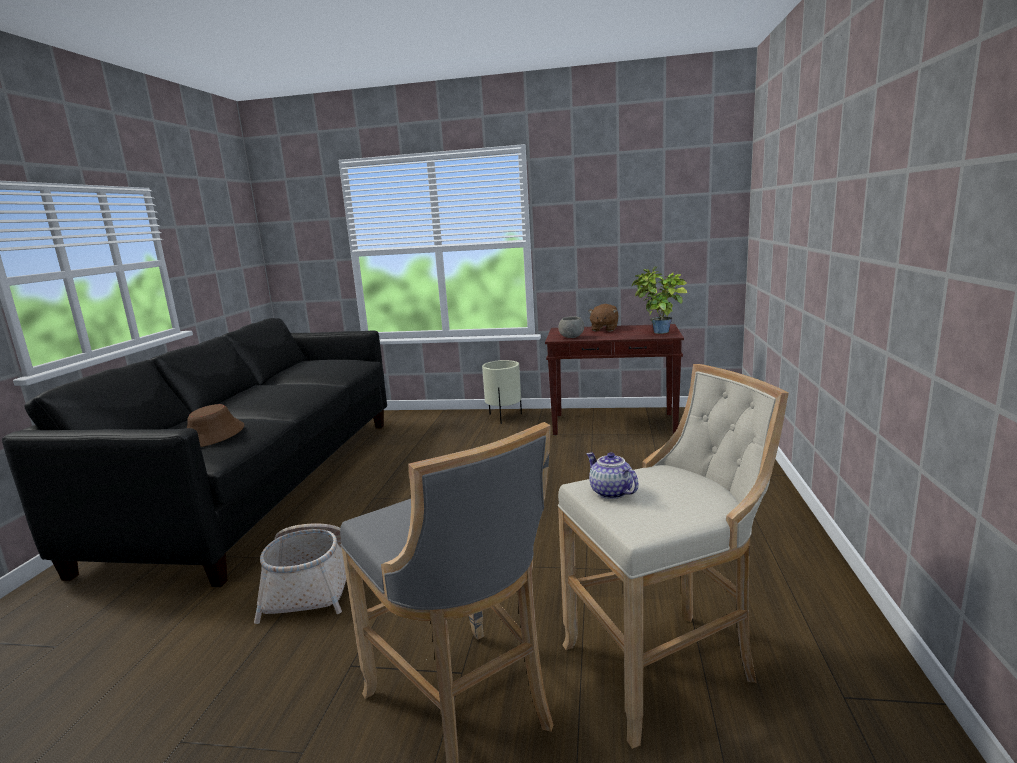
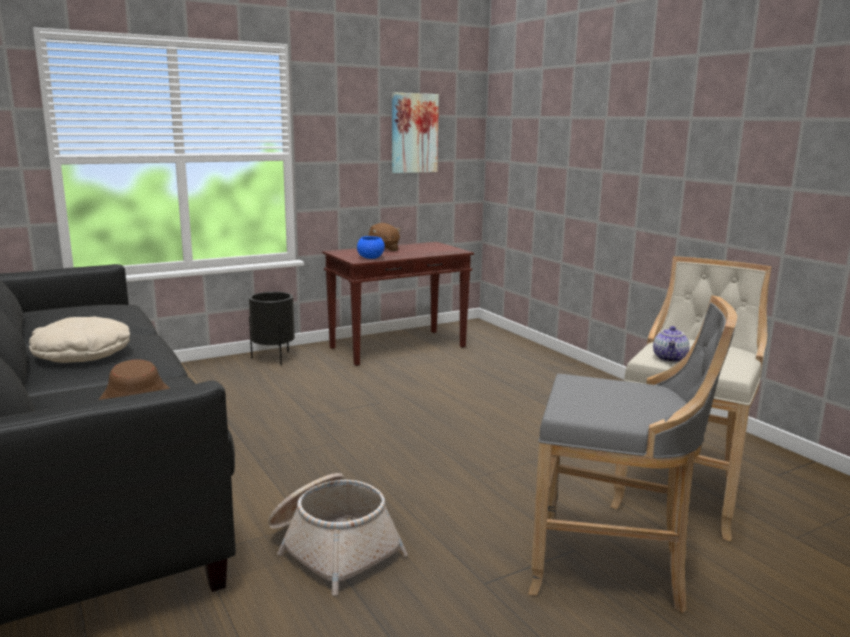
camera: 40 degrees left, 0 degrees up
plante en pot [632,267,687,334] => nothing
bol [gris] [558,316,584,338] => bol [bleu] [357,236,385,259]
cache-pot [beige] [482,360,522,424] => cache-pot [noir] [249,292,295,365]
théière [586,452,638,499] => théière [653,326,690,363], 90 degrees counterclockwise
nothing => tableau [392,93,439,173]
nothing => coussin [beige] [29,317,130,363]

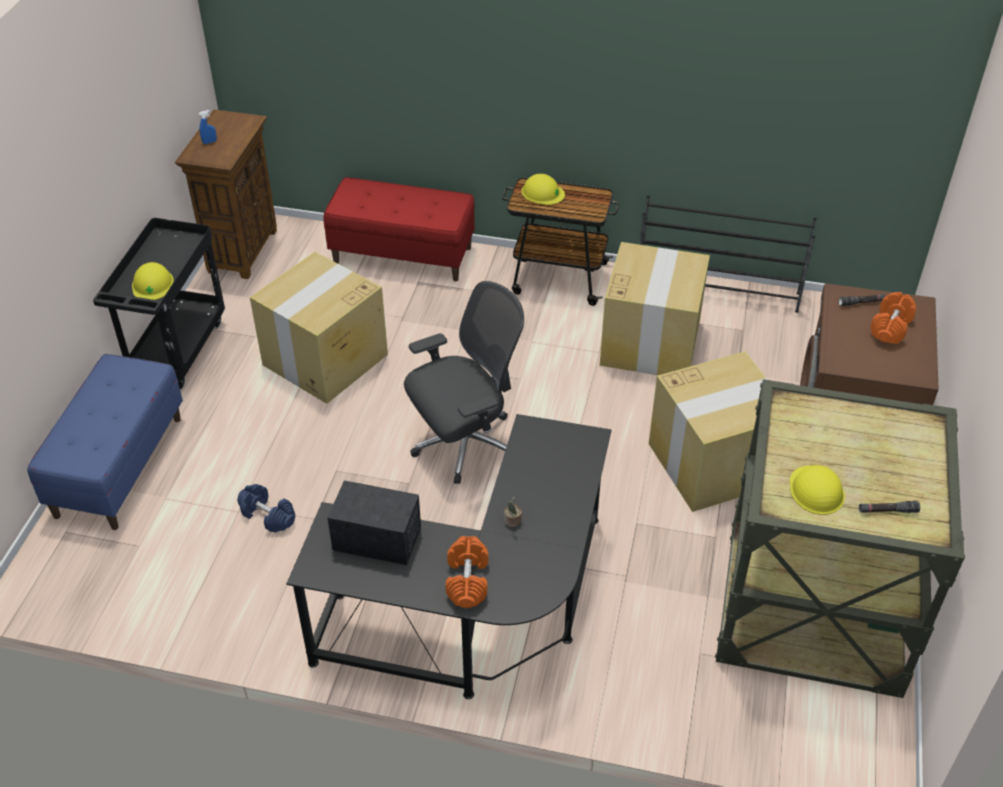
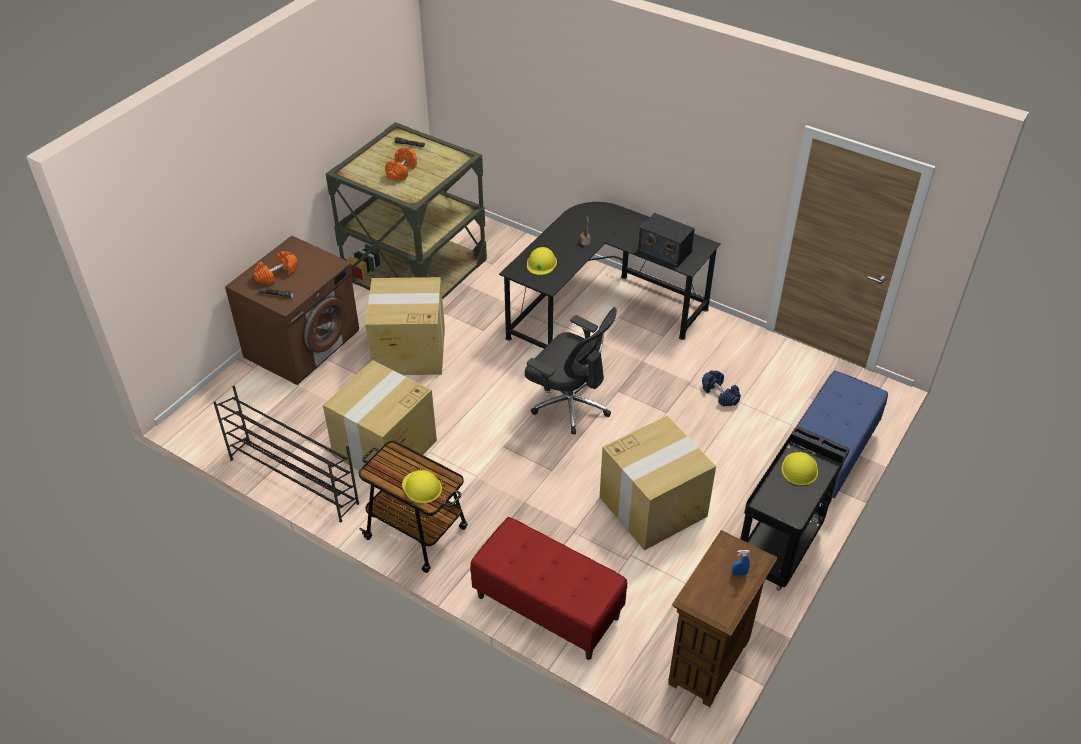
camera: 160 degrees left, 0 degrees up
chaise de bureau [404,281,524,484] => chaise de bureau [525,307,617,434], 135 degrees counterclockwise
casque de chantier [jaune] [790,465,845,515] => casque de chantier [jaune] [527,247,557,275], shifted
haltère [orange] [446,536,488,608] => haltère [orange] [385,147,417,181], shifted

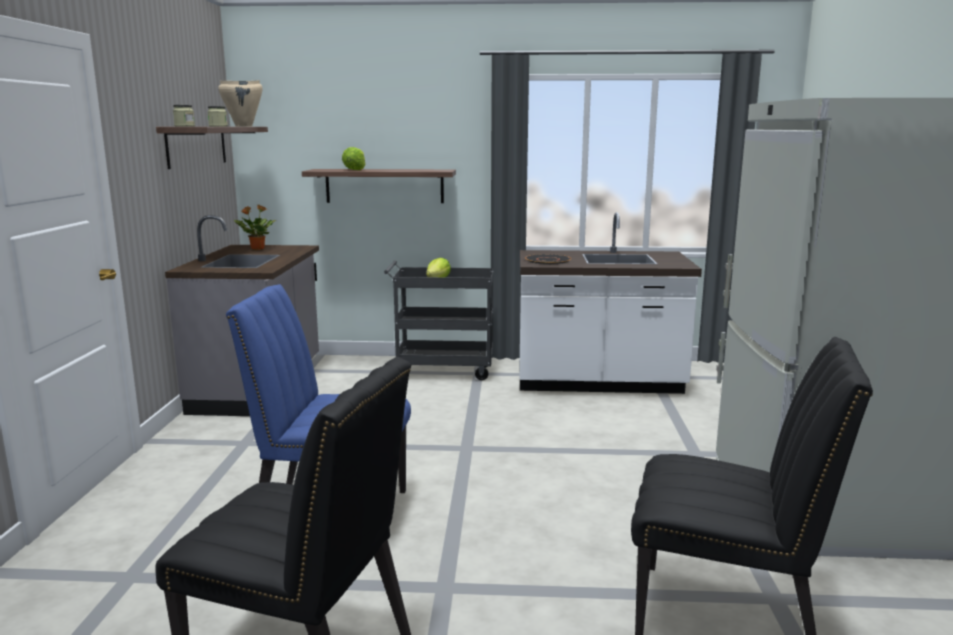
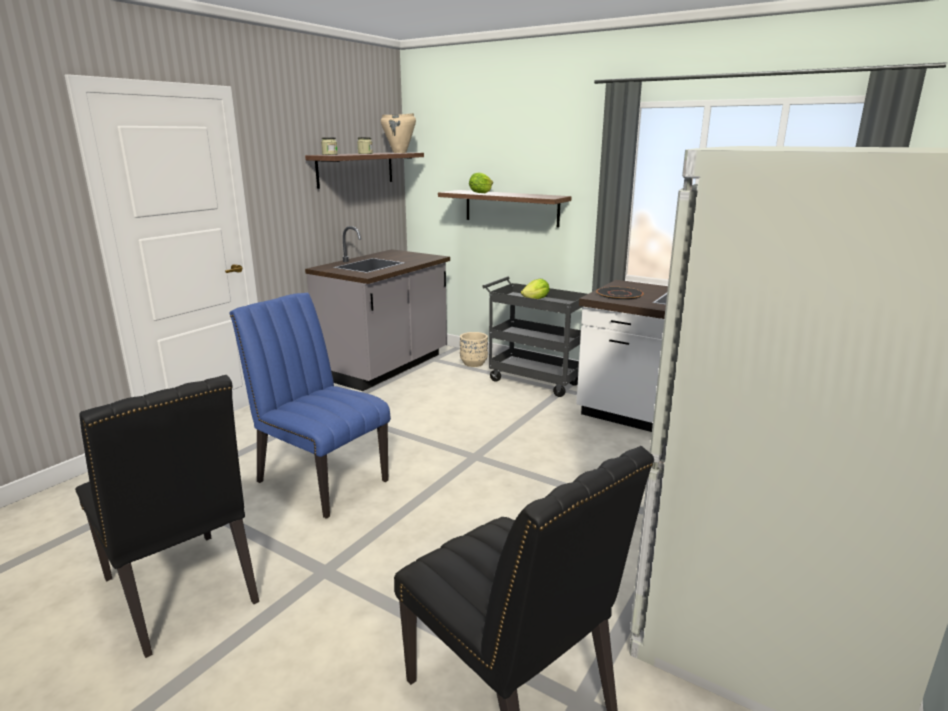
camera: 30 degrees right, 5 degrees up
plante en pot [234,205,276,250] => nothing
nothing => cache-pot [beige] [460,332,488,367]

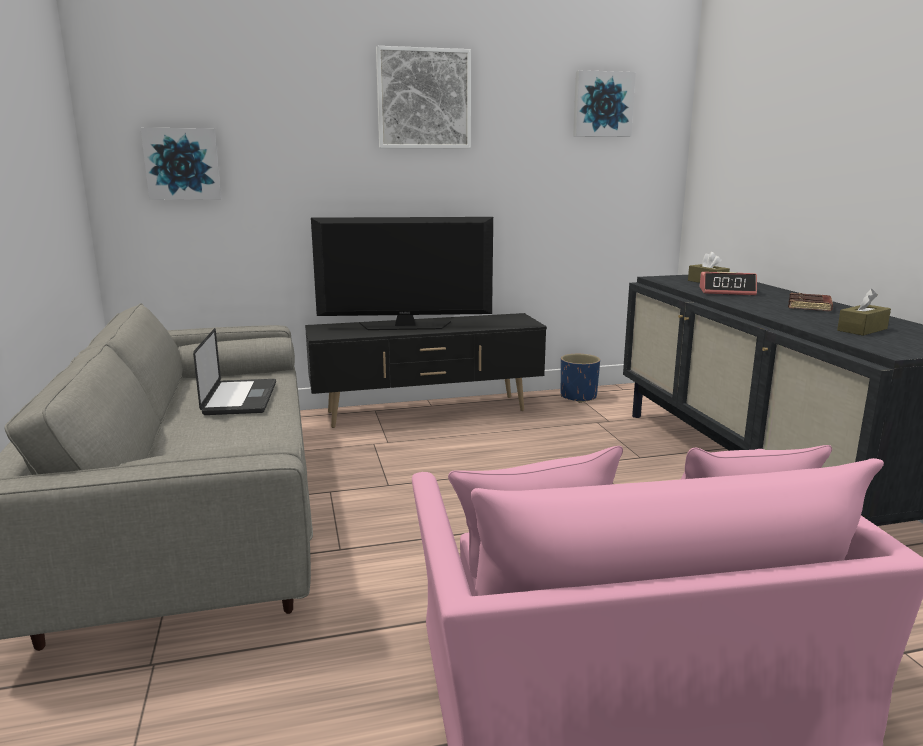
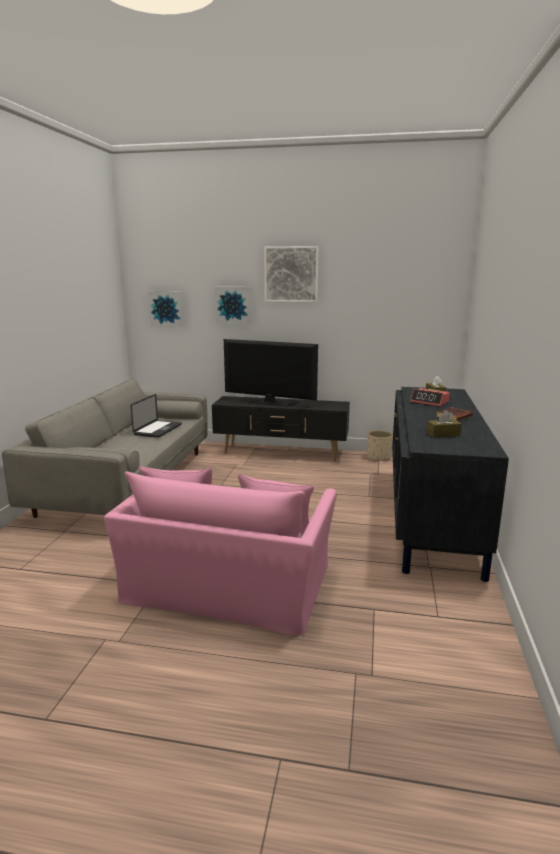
camera: 25 degrees right, 0 degrees up
tableau [573,70,636,137] => tableau [215,287,251,324], shifted
cache-pot [bleu] [561,354,600,403] => cache-pot [beige] [368,430,393,461]

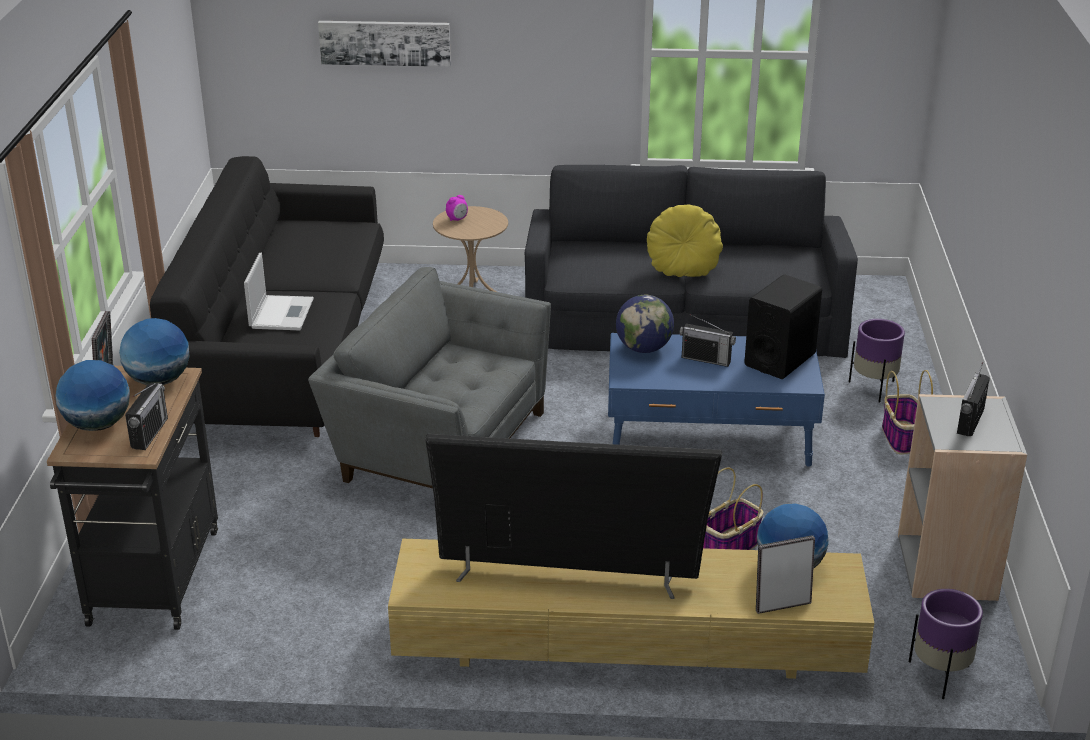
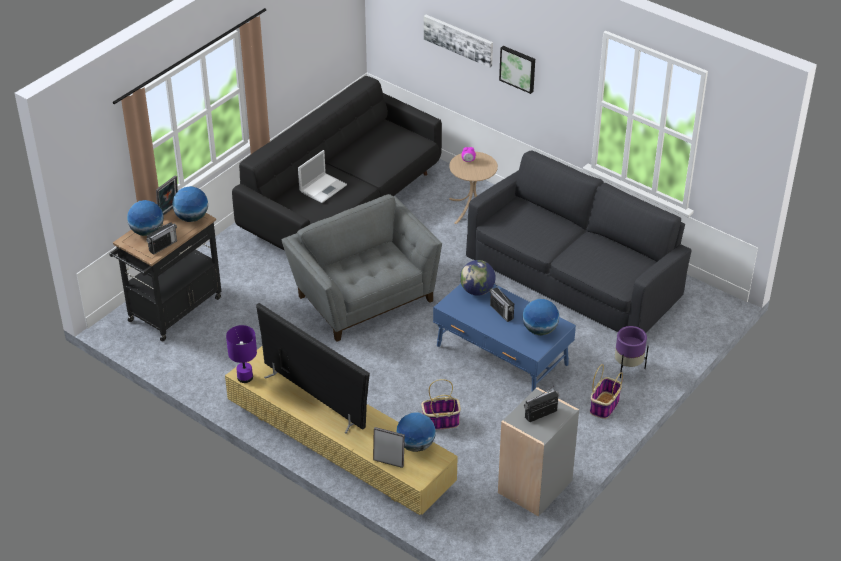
camera: 35 degrees right, 10 degrees up
coussin [jaune] [647,205,723,277] => nothing
enceinte [noir] [744,274,822,379] => globe [523,299,559,336]
cache-pot [violet] [909,589,983,699] => nothing
nothing => tableau [499,46,535,94]
nothing => lampe de table [violet] [226,325,257,383]

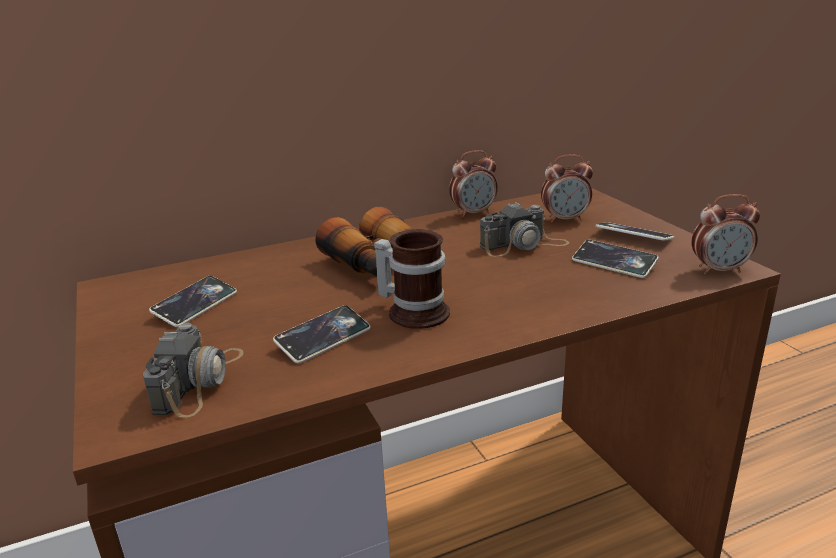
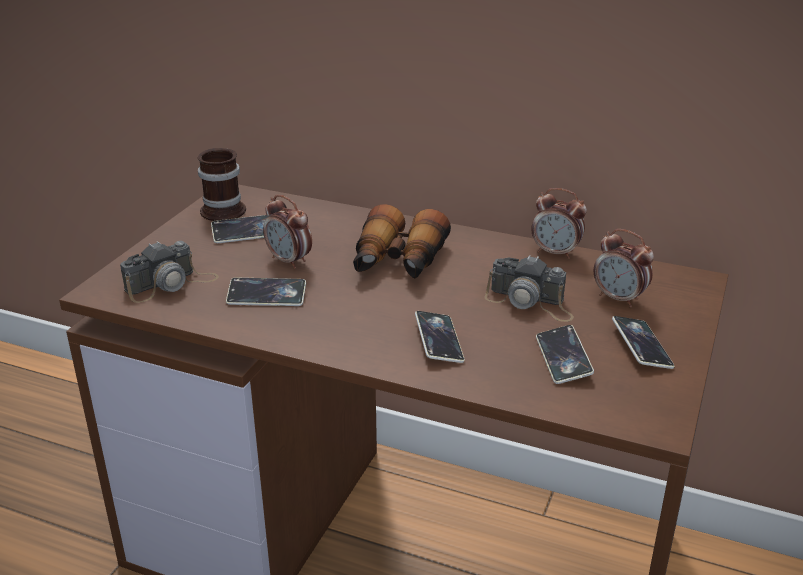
camera: 45 degrees right, 5 degrees up
réveil [692,194,760,275] => réveil [263,195,312,269], shifted
mug [374,229,450,329] => mug [198,148,246,221], shifted
nothing => téléphone [415,311,465,363]

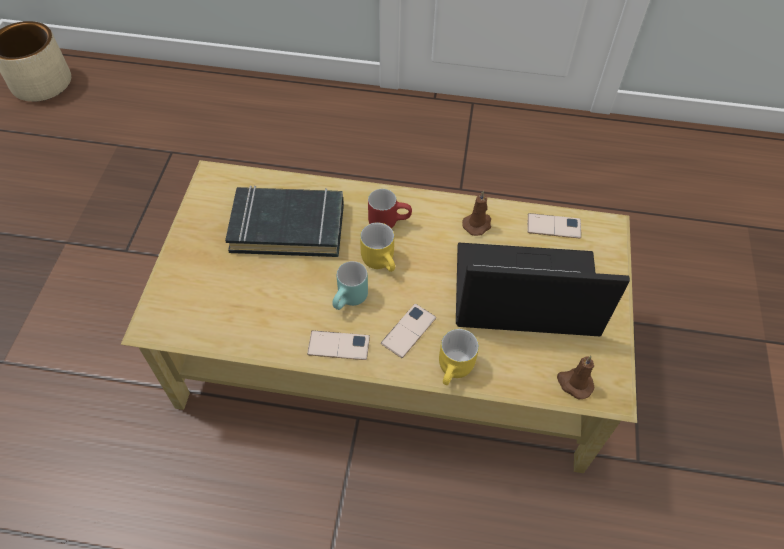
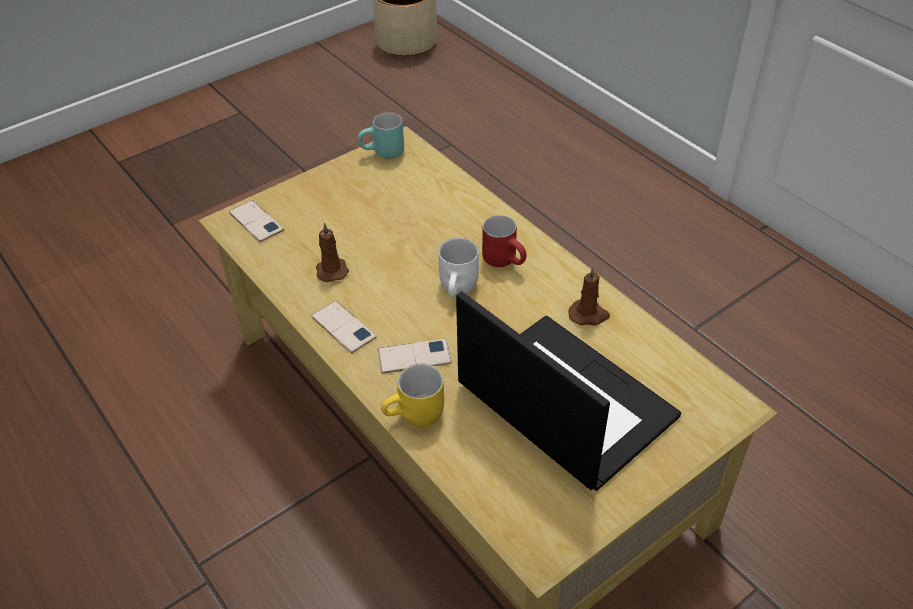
camera: 45 degrees right, 10 degrees down
livre [noir] [225,186,344,257] => nothing
téléphone [527,213,581,238] => téléphone [229,200,284,242], shifted
mug [jaune] [360,222,395,272] => mug [blanc] [438,238,479,297]
mug [turquoise] [332,261,368,310] => mug [turquoise] [358,112,404,159], shifted
bougie [marron] [557,356,594,399] => bougie [marron] [316,222,349,282], shifted

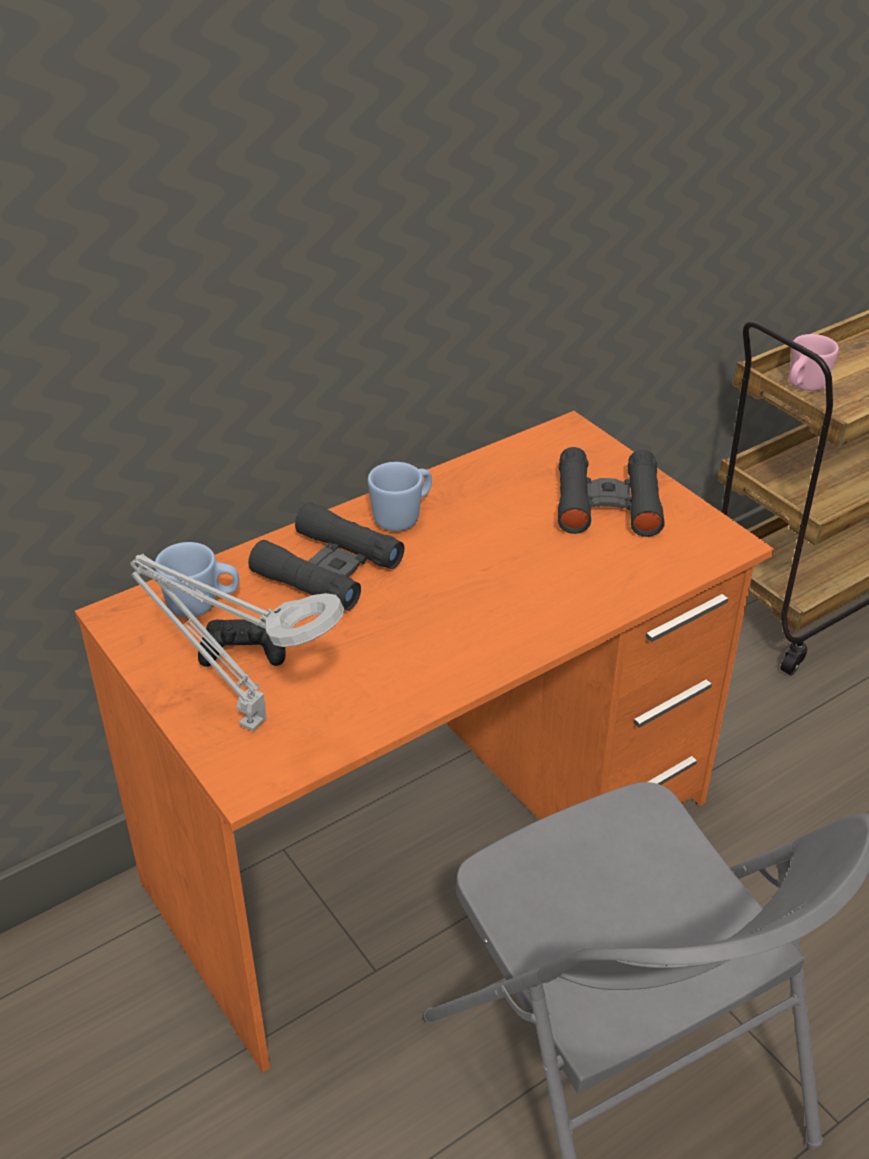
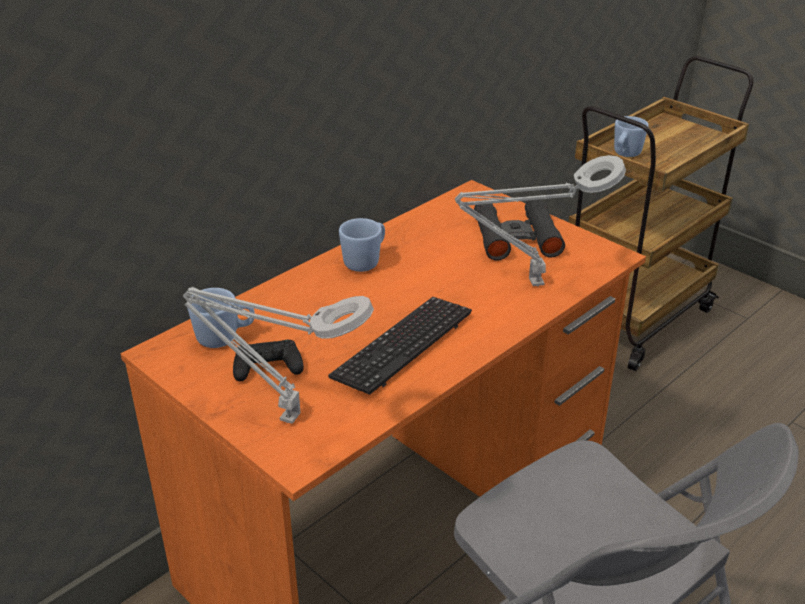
camera: 10 degrees left, 5 degrees down
mug [rose] [789,334,839,391] => mug [bleu] [614,116,649,157]
jumelles [noir] [248,502,404,611] => nothing
nothing => lampe de table [gris] [455,155,626,287]
nothing => clavier [328,297,472,395]

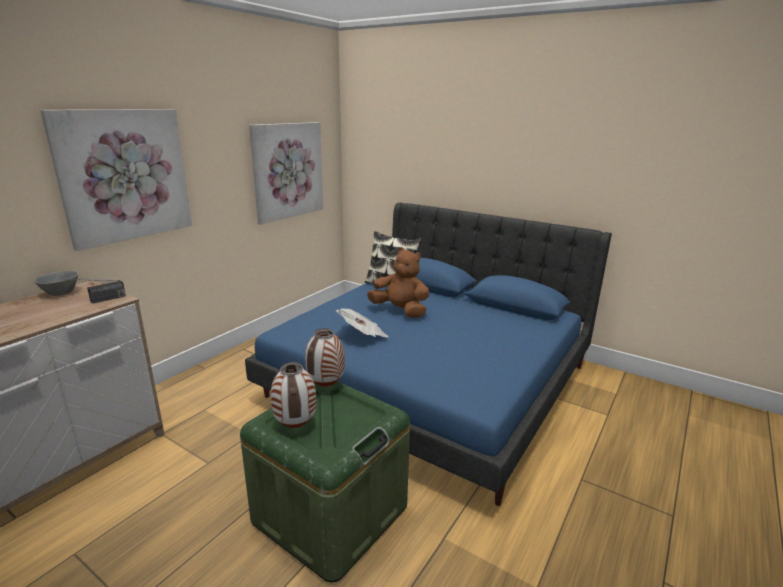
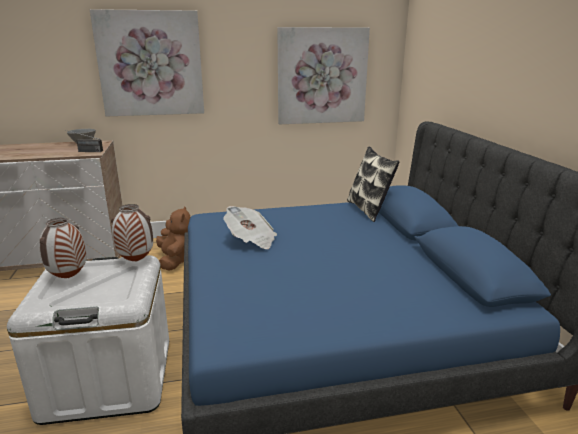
camera: 45 degrees right, 0 degrees up
peluche [marron] [367,247,429,318] => peluche [marron] [156,206,190,271], shifted
boîte de rangement [vert] [240,381,410,582] => boîte de rangement [blanc] [7,255,169,425]

